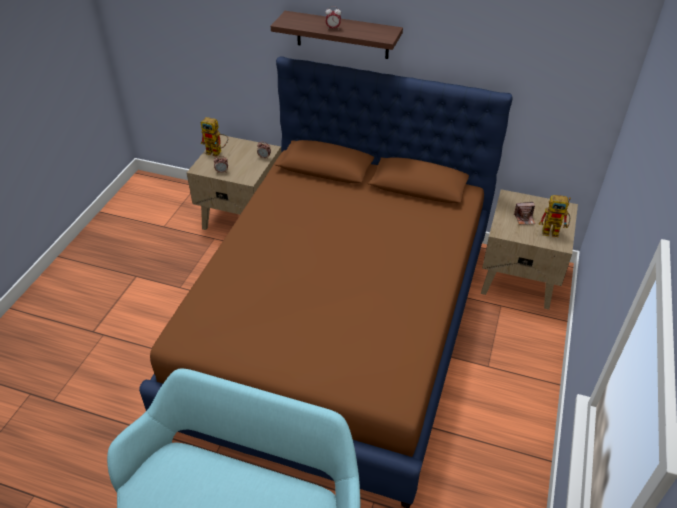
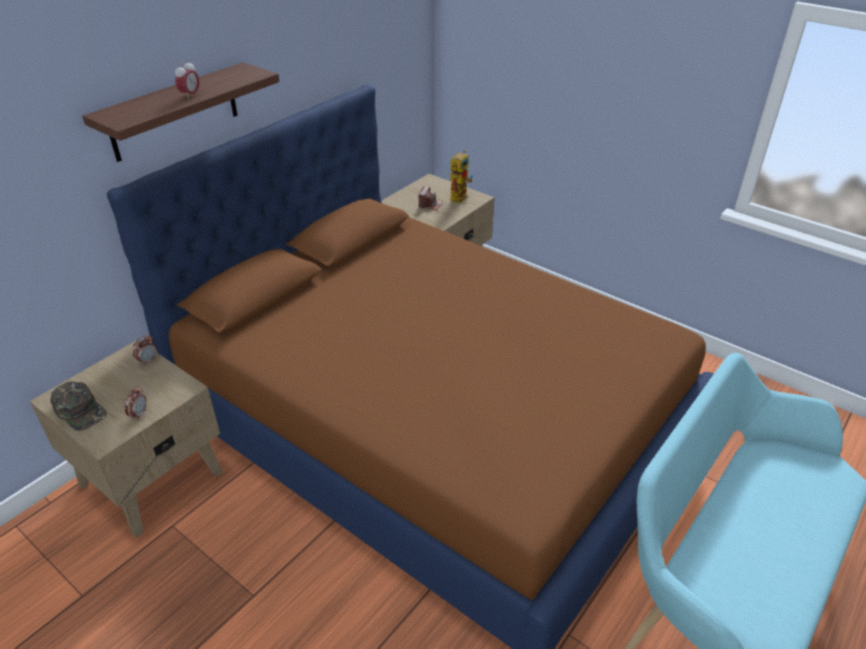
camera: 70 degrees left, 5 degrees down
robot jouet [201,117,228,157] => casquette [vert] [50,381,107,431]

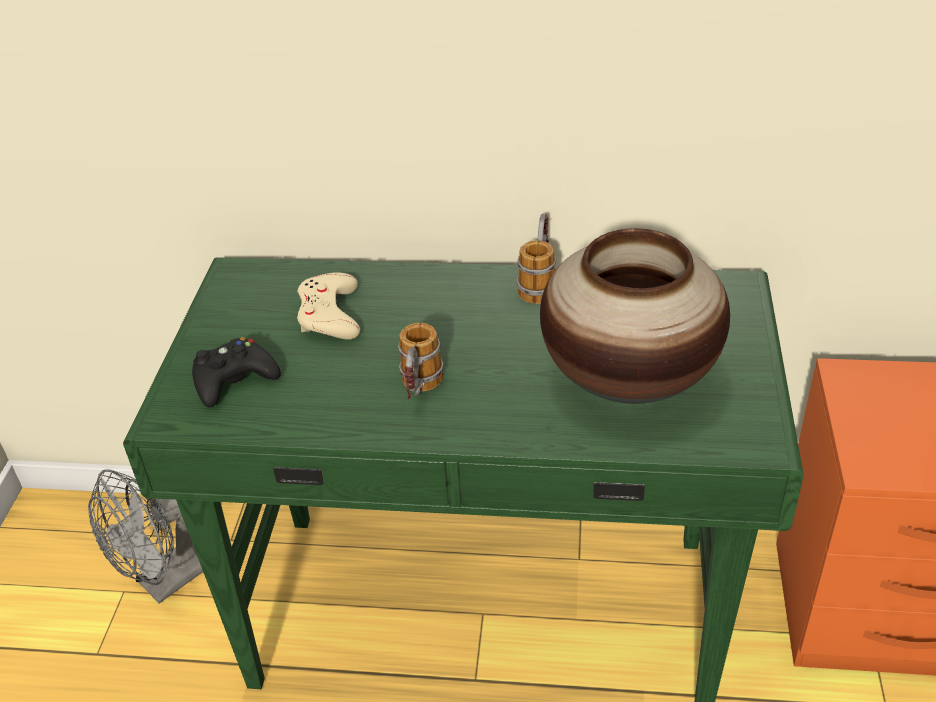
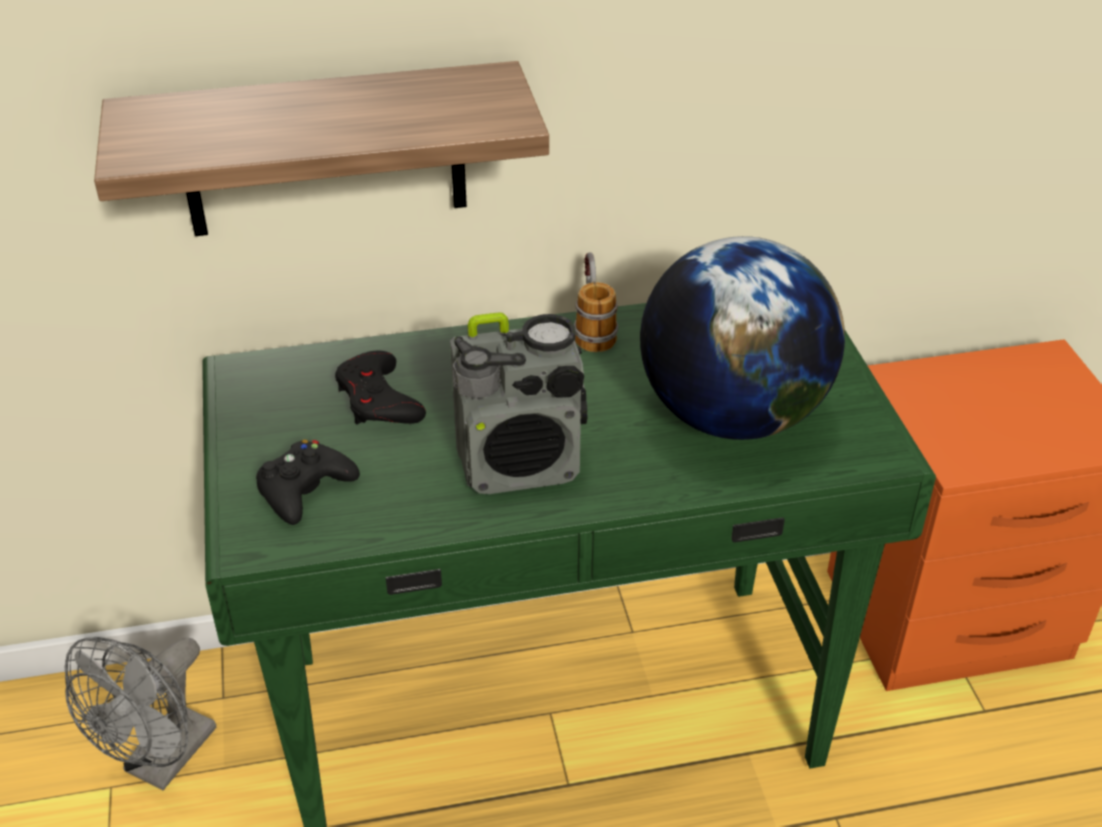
camera: 20 degrees left, 0 degrees up
vase [540,228,730,404] => globe [640,236,845,440]
manette [beige] [297,272,360,340] => manette [noir] [335,351,426,424]
mug [398,323,444,399] => radio [450,312,588,494]
nothing => étagère [94,61,549,236]

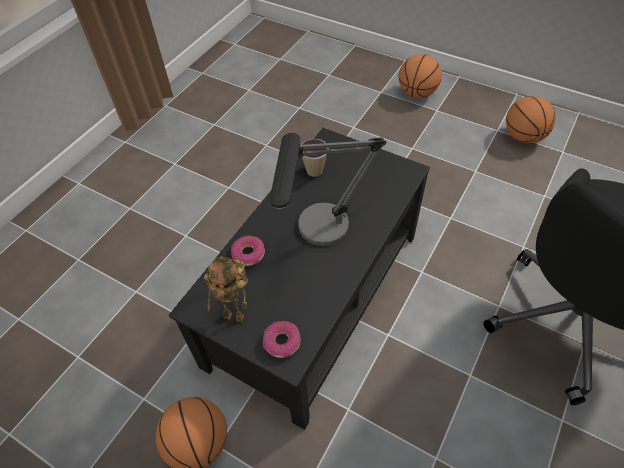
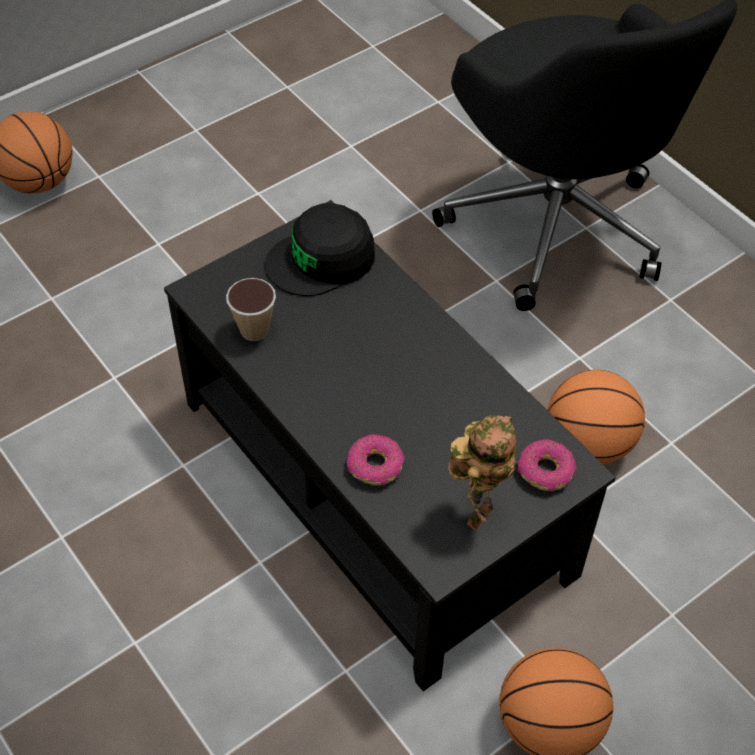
camera: 70 degrees left, 0 degrees up
ballon de basket [506,96,556,143] => ballon de basket [547,370,645,464], shifted
lampe de table [270,133,386,246] => nothing
nothing => casquette [noir] [265,203,375,296]

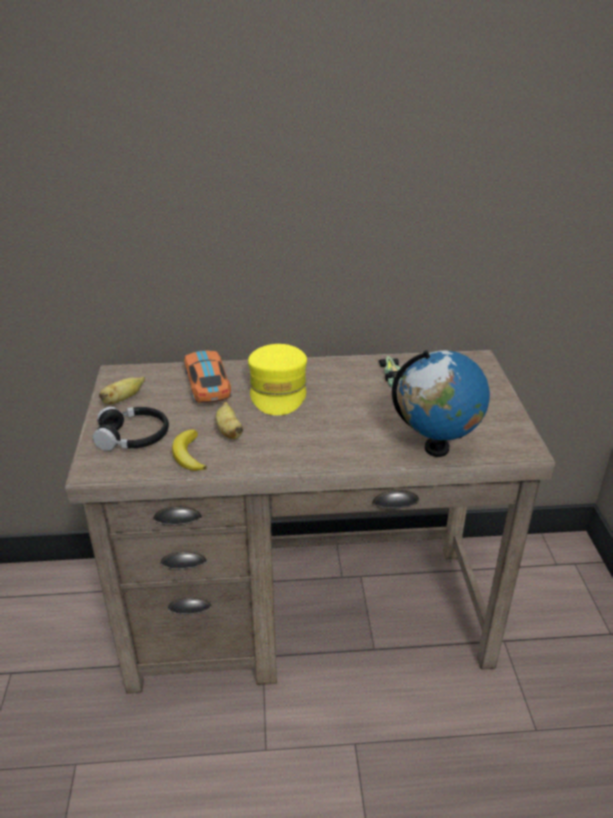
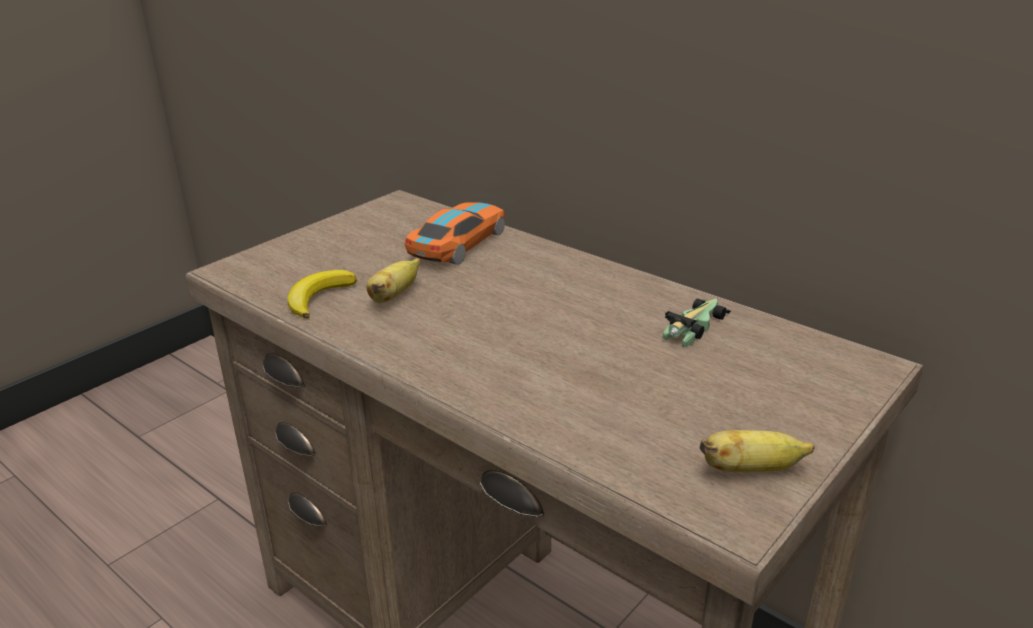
camera: 45 degrees right, 5 degrees down
casquette [jaune] [248,344,307,415] => nothing
globe [392,350,490,457] => nothing
banane [99,377,145,405] => banane [700,430,815,472], shifted
casque audio [noir] [93,407,169,451] => nothing

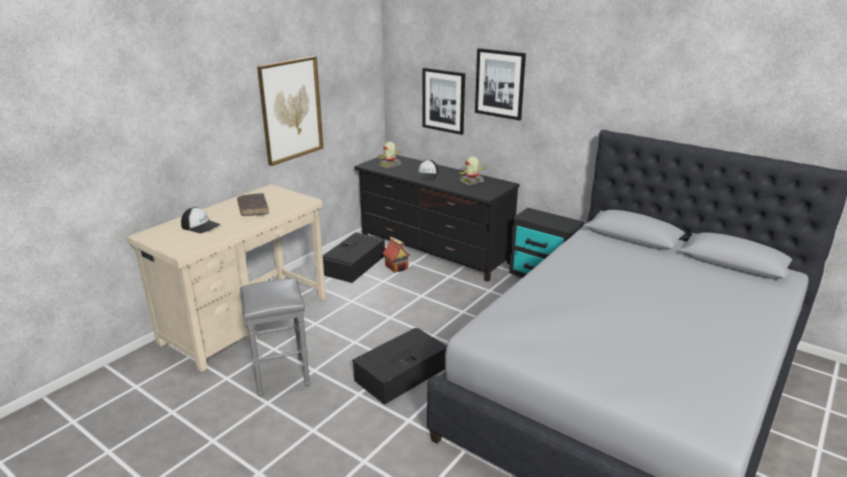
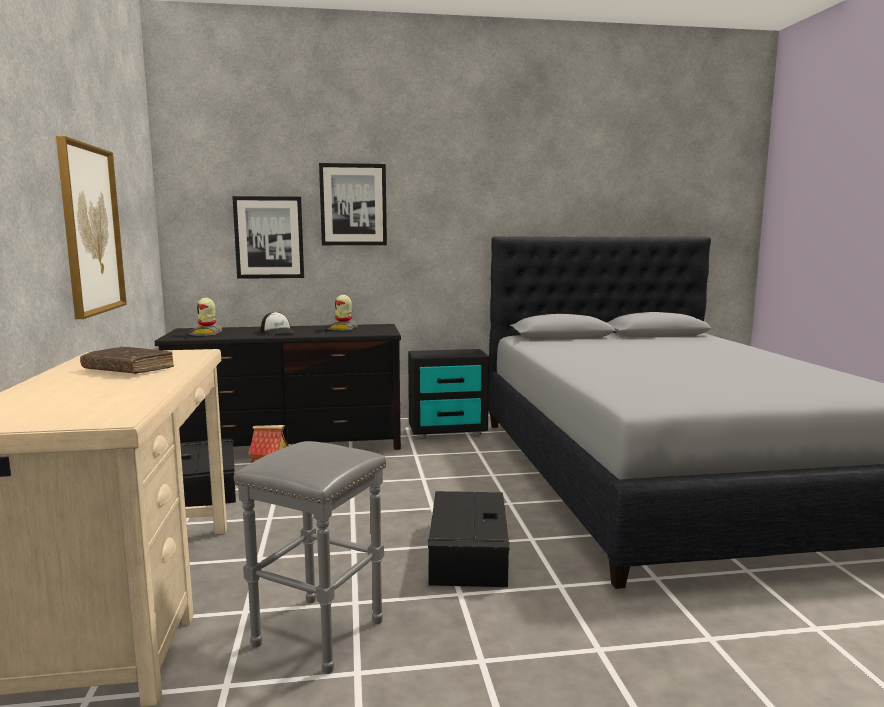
camera: 45 degrees left, 15 degrees down
casquette [181,207,220,233] => nothing

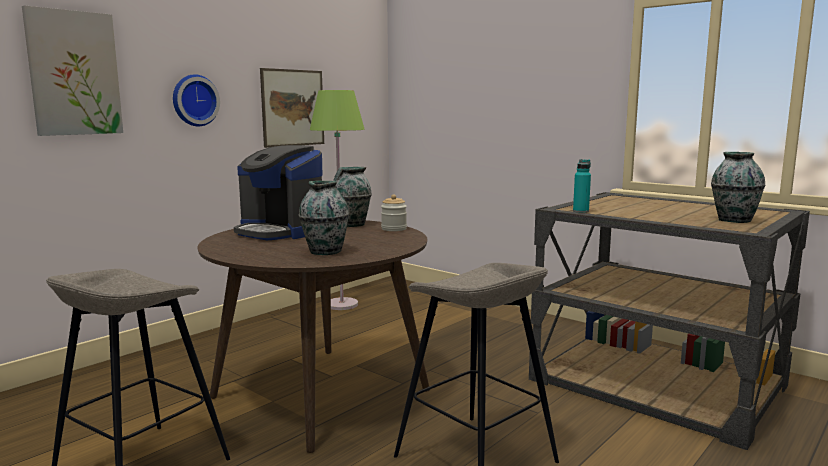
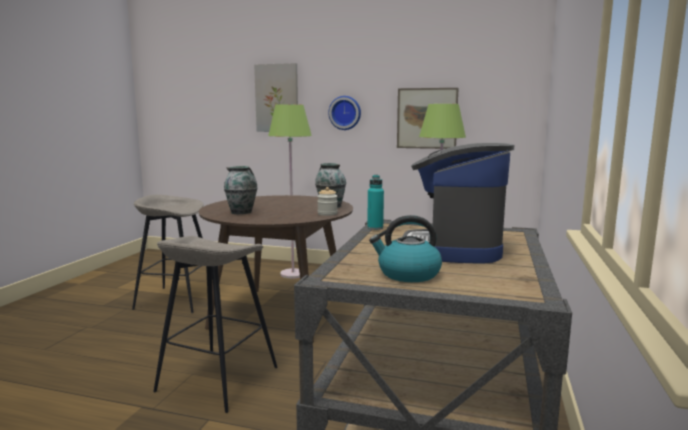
camera: 65 degrees right, 0 degrees up
machine à café [234,145,322,240] => machine à café [403,143,515,264], shifted
vase [711,152,766,223] => bouilloire [369,215,442,282]
nothing => lampadaire [vert] [268,104,312,279]

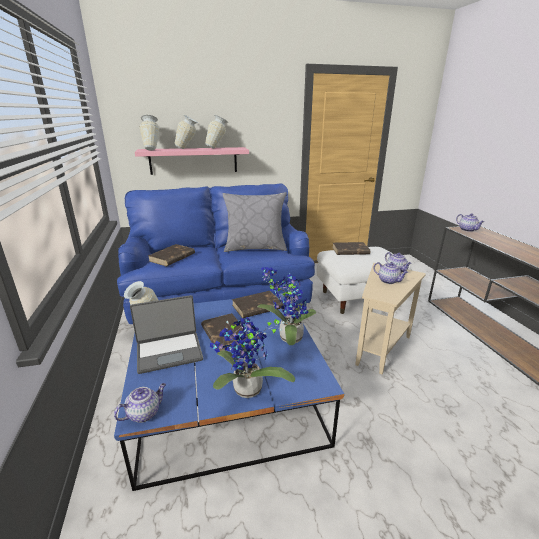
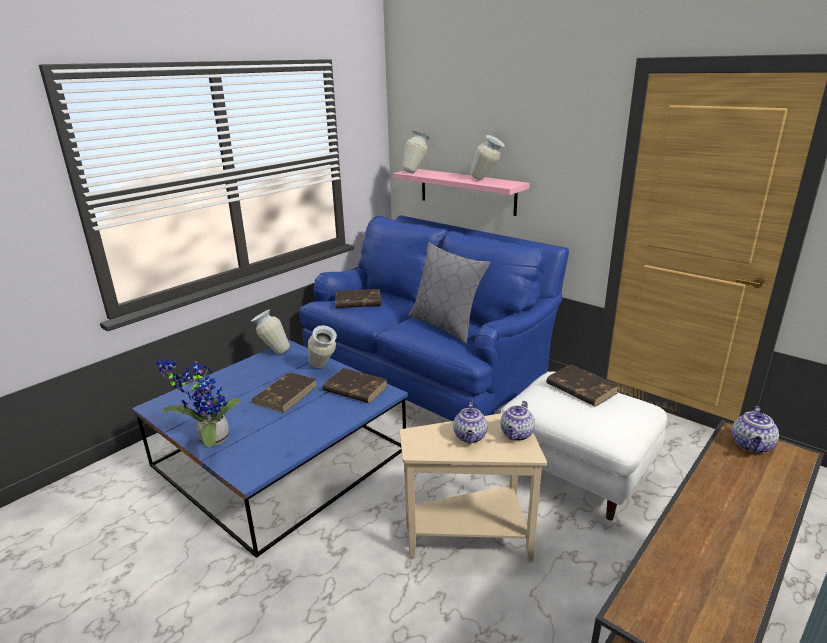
camera: 55 degrees right, 0 degrees up
vase [175,115,198,149] => vase [308,325,337,368], shifted
plante en pot [257,267,316,345] => nothing
ordinateur portable [130,295,203,374] => nothing
théière [114,383,166,423] => nothing

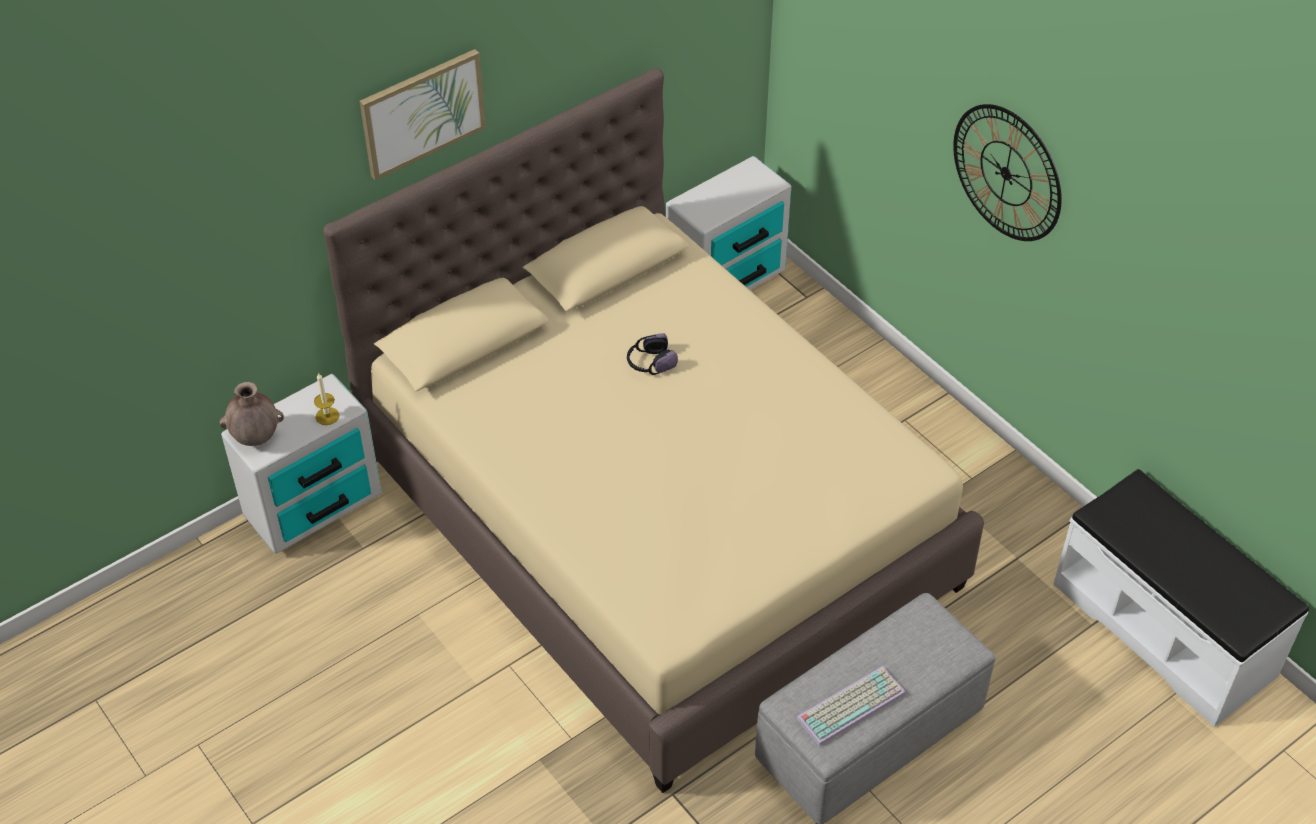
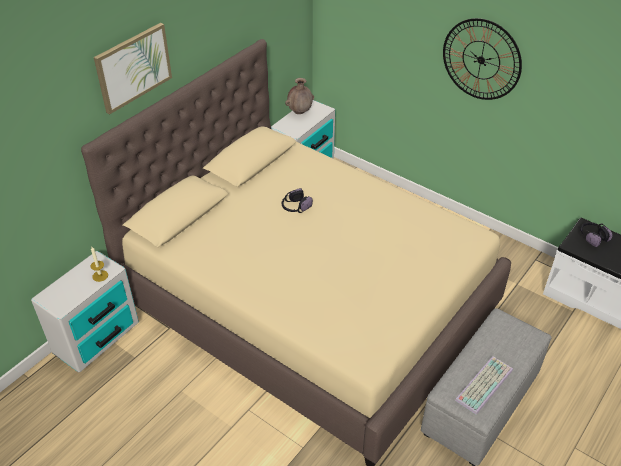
camera: 15 degrees left, 5 degrees down
vase [marron] [219,382,284,446] => vase [marron] [285,78,314,114], shifted
nothing => casque audio [580,222,613,247]

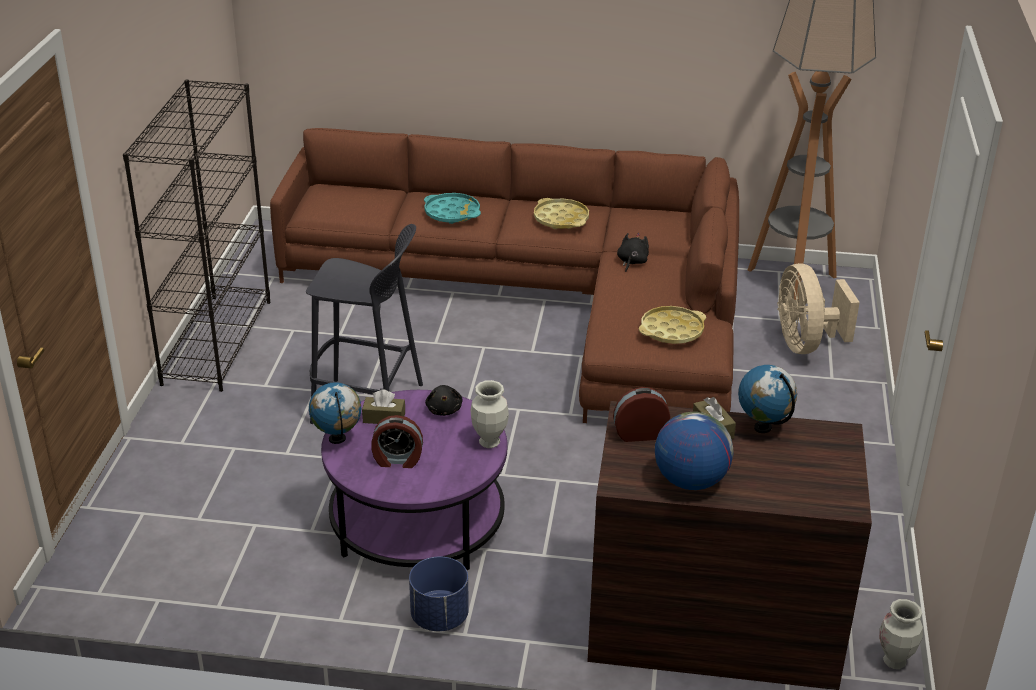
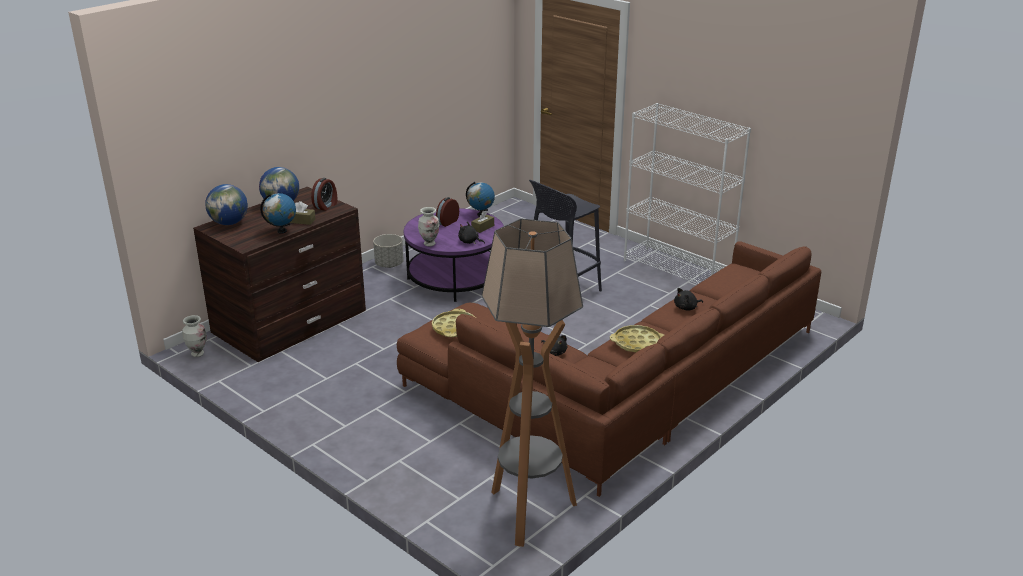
camera: 125 degrees right, 5 degrees down
bibliothèque [noir] [123,79,270,392] => bibliothèque [blanc] [624,103,751,284]
plateau [turquoise] [424,193,481,224] => peluche [noir] [674,288,703,310]
ventilateur [beige] [777,263,860,354] => nothing
cache-pot [bleu] [409,557,469,631] => cache-pot [gris] [373,234,404,268]
nothing => globe [205,184,248,225]

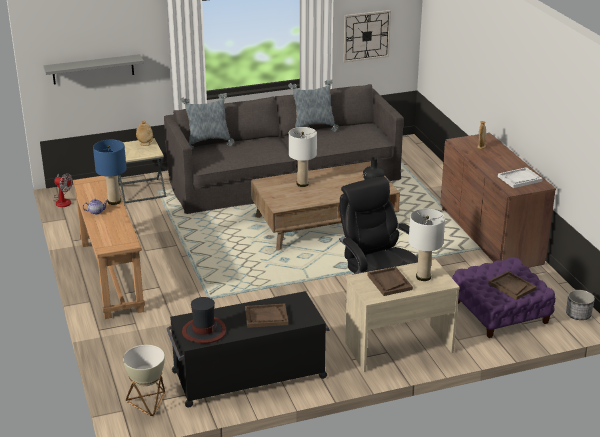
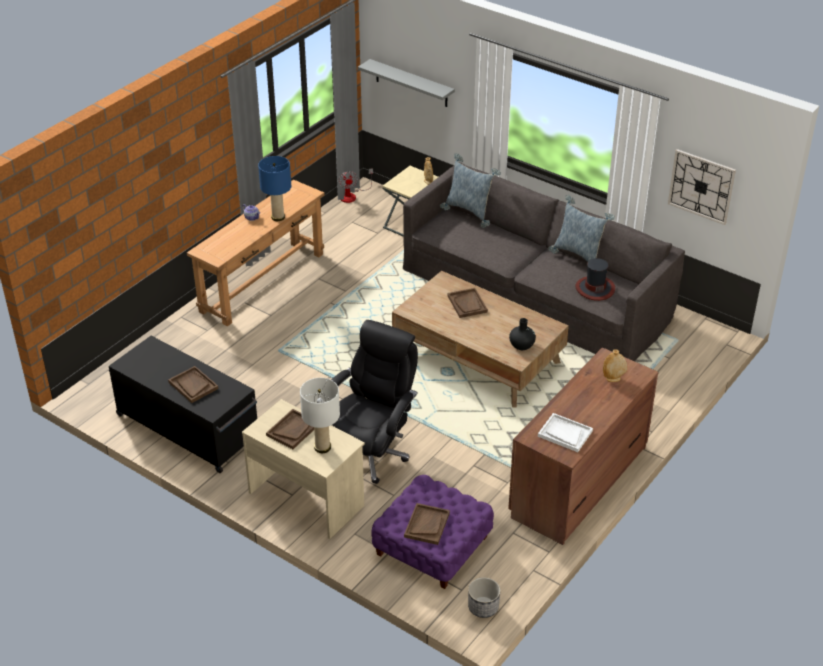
camera: 55 degrees right, 10 degrees up
lampe de table [blanc] [289,127,317,187] => plateau [marron] [448,288,488,318]
chapeau [182,297,226,343] => chapeau [575,258,615,301], shifted
cache-pot [123,345,165,416] => nothing

